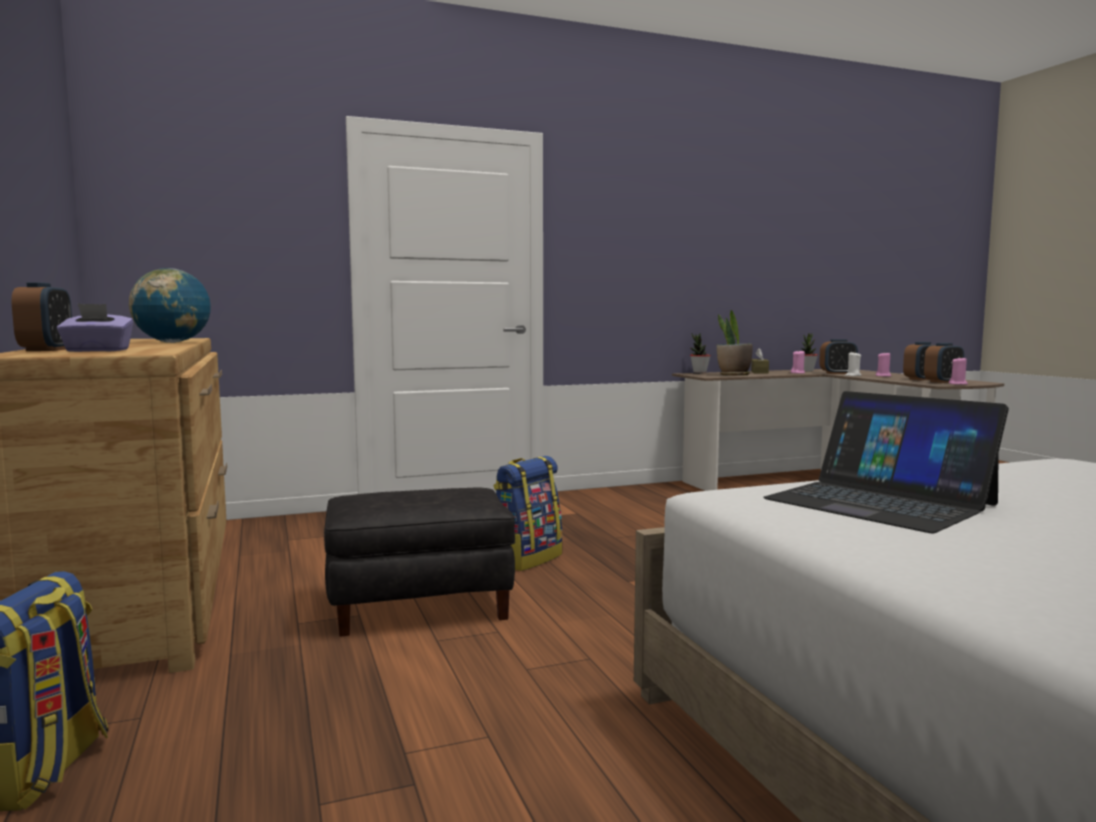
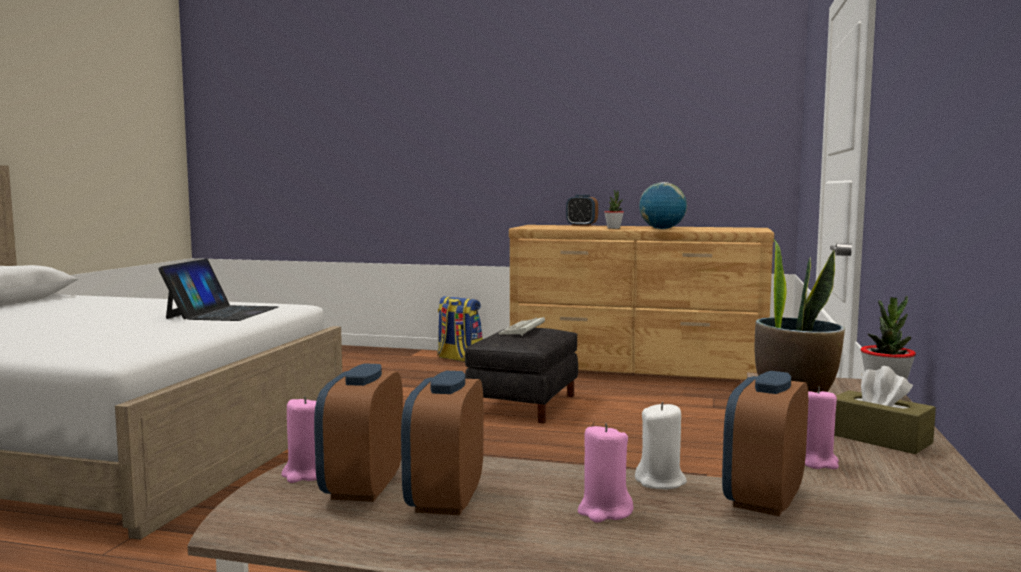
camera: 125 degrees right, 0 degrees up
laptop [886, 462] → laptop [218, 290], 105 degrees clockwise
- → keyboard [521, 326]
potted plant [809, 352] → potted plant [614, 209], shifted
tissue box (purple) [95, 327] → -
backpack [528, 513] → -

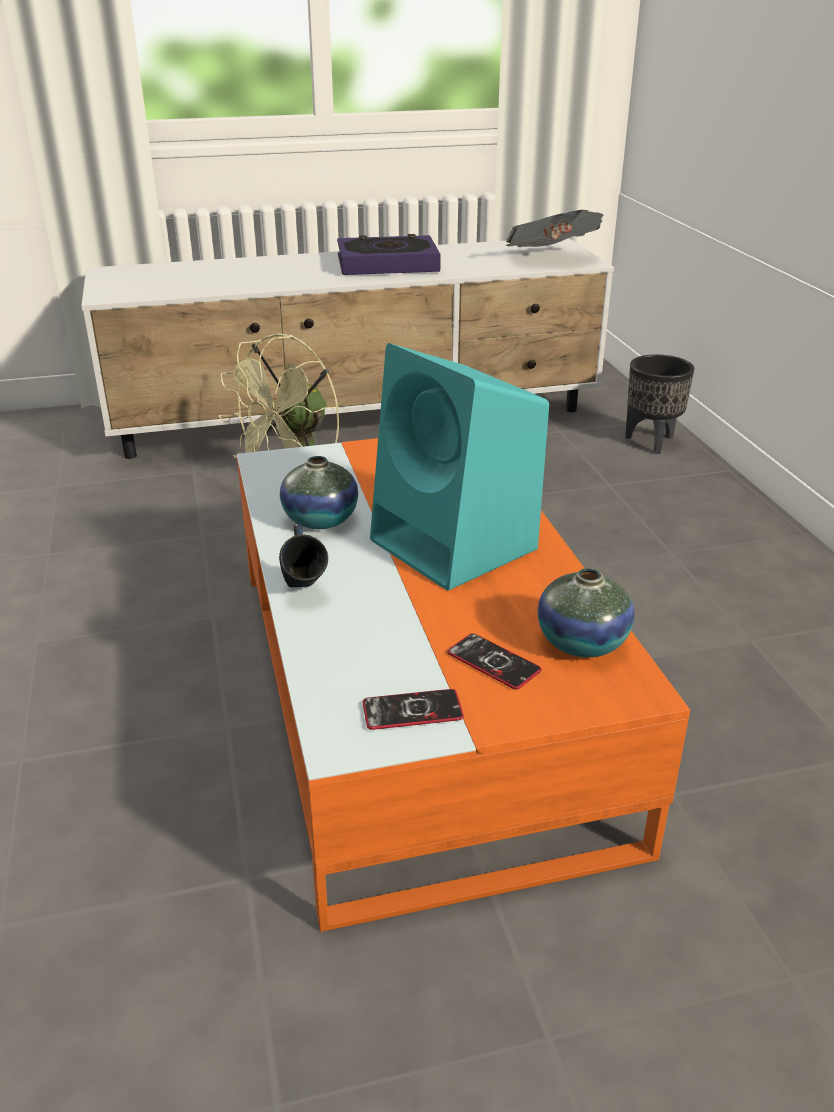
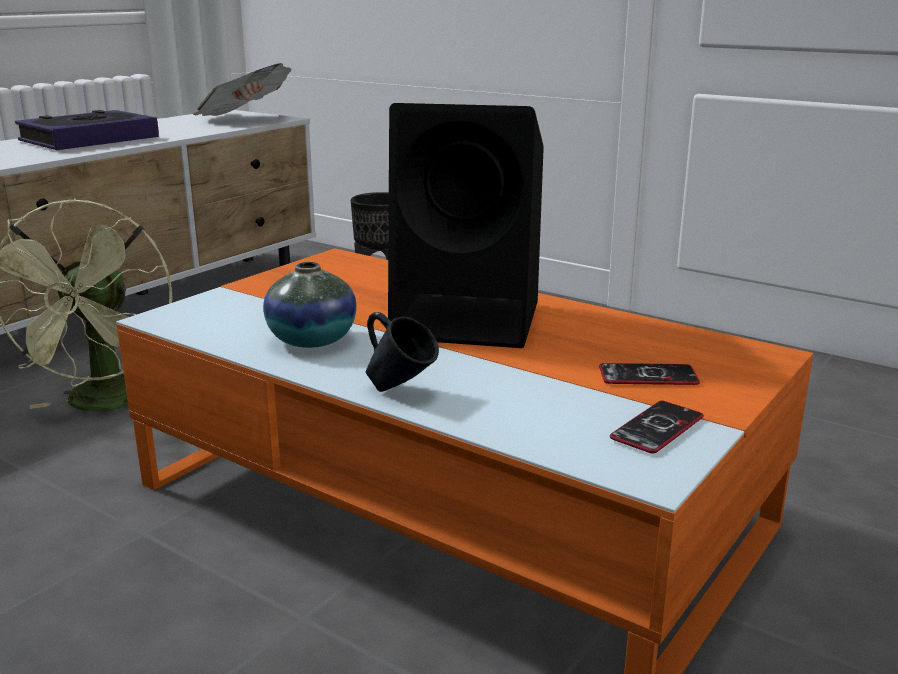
camera: 40 degrees left, 10 degrees down
speaker (turquoise) [459, 467] → speaker (black) [466, 225]
vase [586, 612] → -

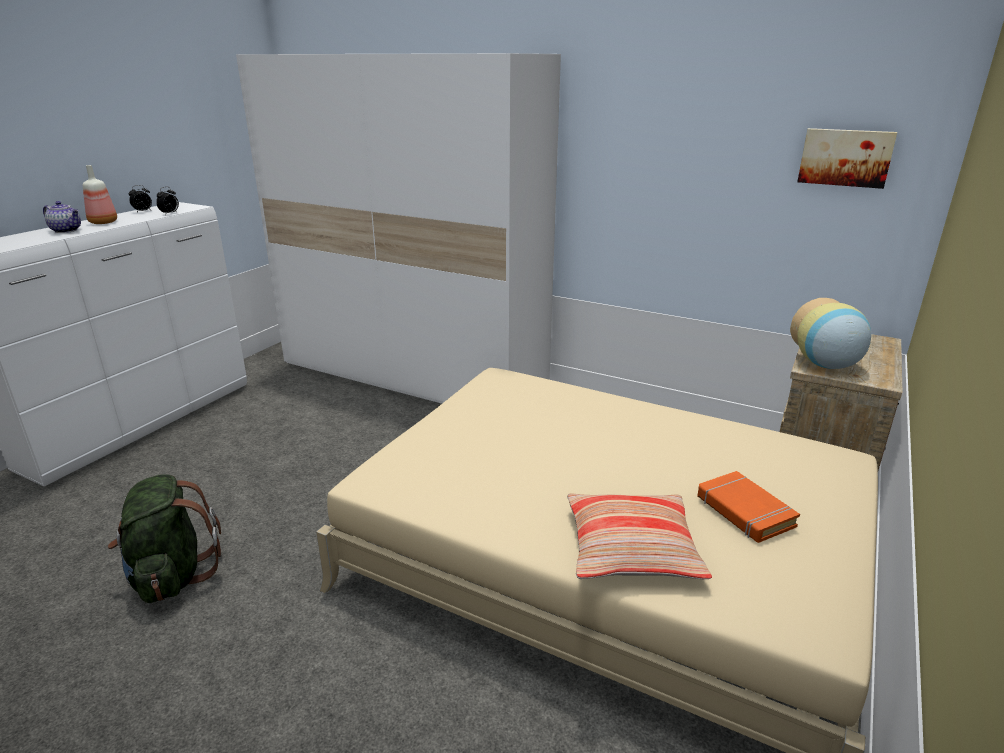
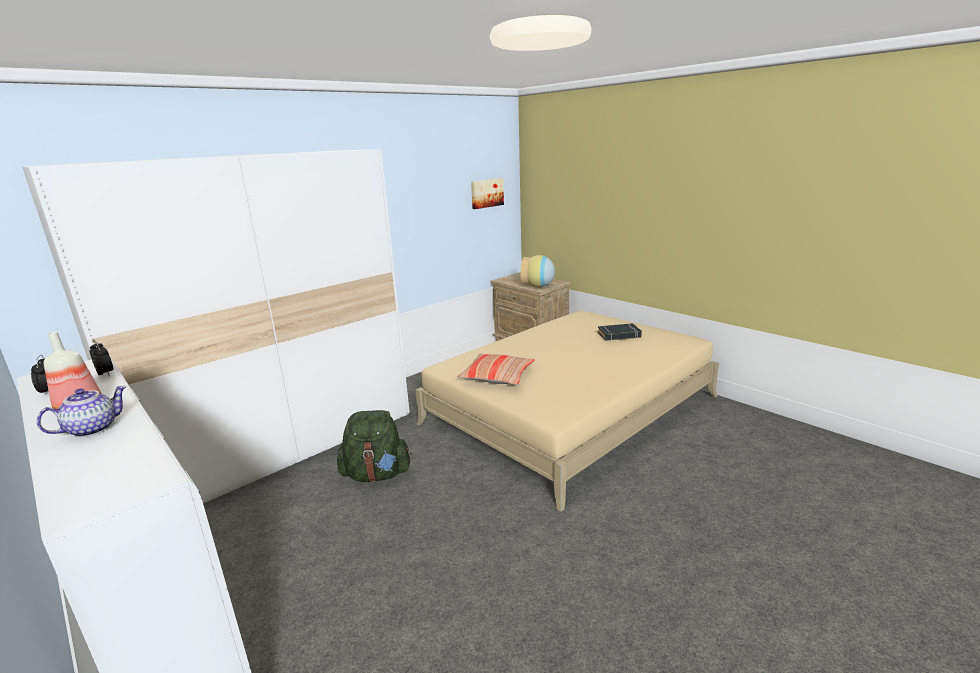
camera: 70 degrees left, 5 degrees down
backpack (green) [164, 538] → backpack (green) [374, 446], shifted
pillow [639, 536] → pillow [496, 369], shifted
book (orange) [748, 507] → book (black) [620, 332]

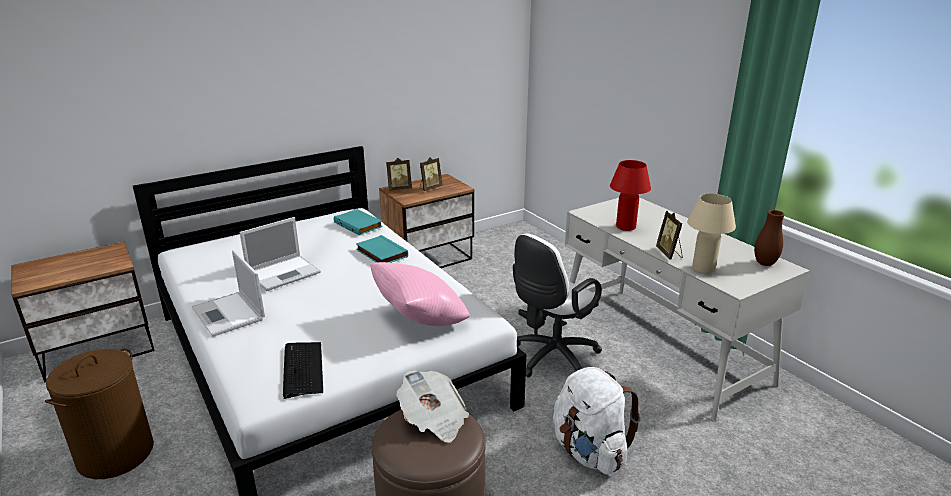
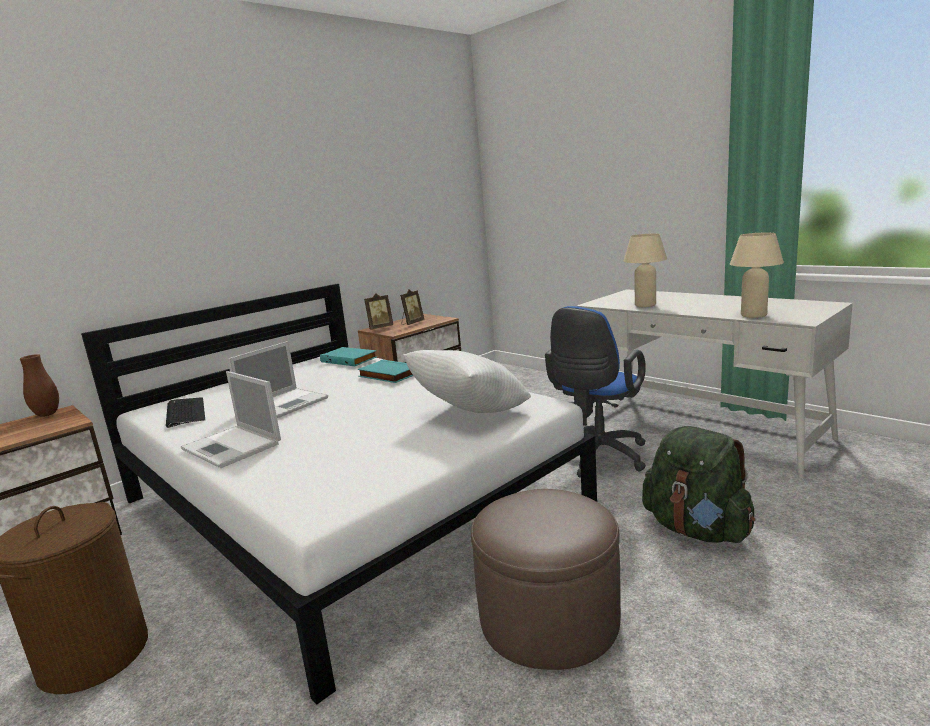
camera: 10 degrees left, 10 degrees down
vase (brown) [769, 238] → vase (brown) [39, 385], shifted
keyboard [303, 370] → keyboard [185, 412], shifted
pillow (pink) [420, 294] → pillow (white) [467, 381]
office chair (white) [557, 306] → office chair (blue) [595, 392]
table lamp (red) [630, 195] → table lamp (beige) [645, 270]
backpack (white) [597, 421] → backpack (green) [698, 484]
newspaper [432, 406] → -
picture frame [669, 235] → -

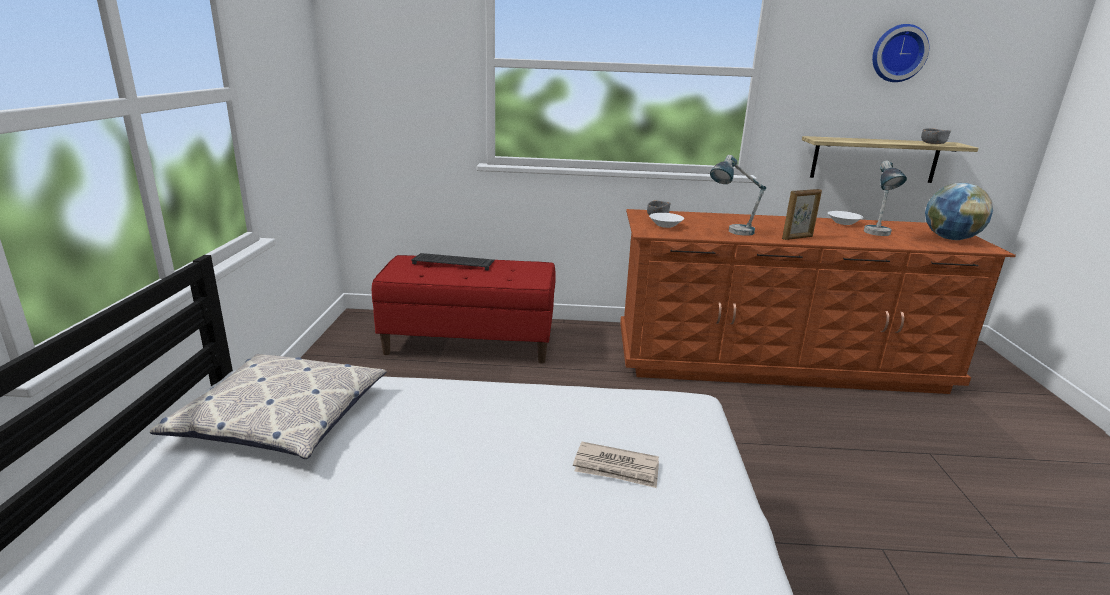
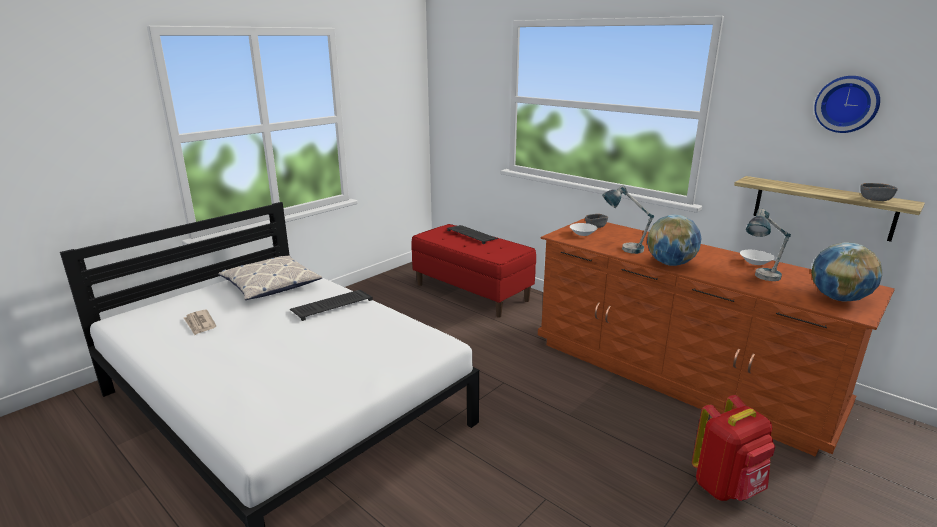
camera: 40 degrees right, 0 degrees up
newspaper [616, 465] → newspaper [200, 322], shifted
- → keyboard [331, 305]
picture frame [802, 214] → globe [674, 240]
- → backpack (red) [733, 448]

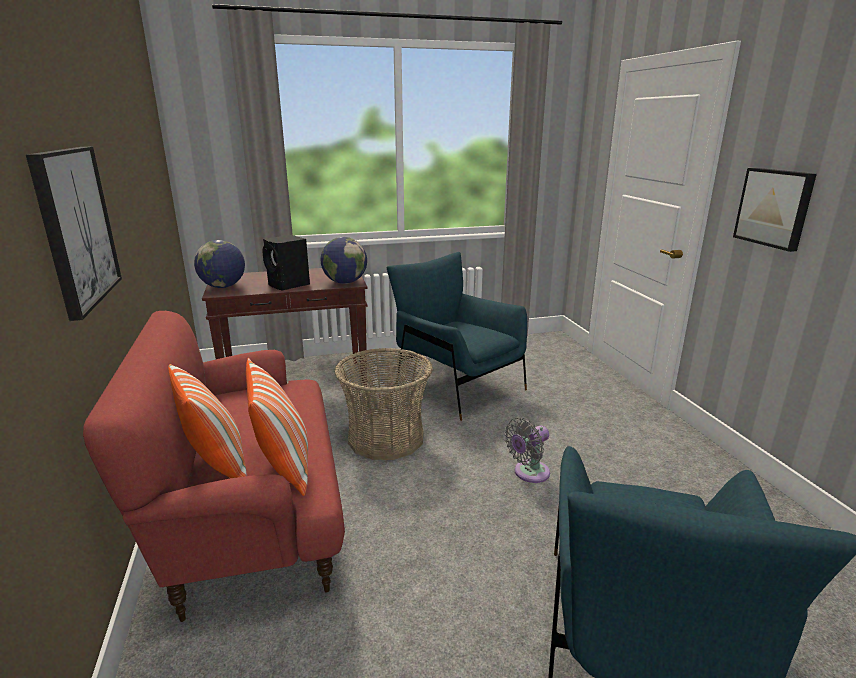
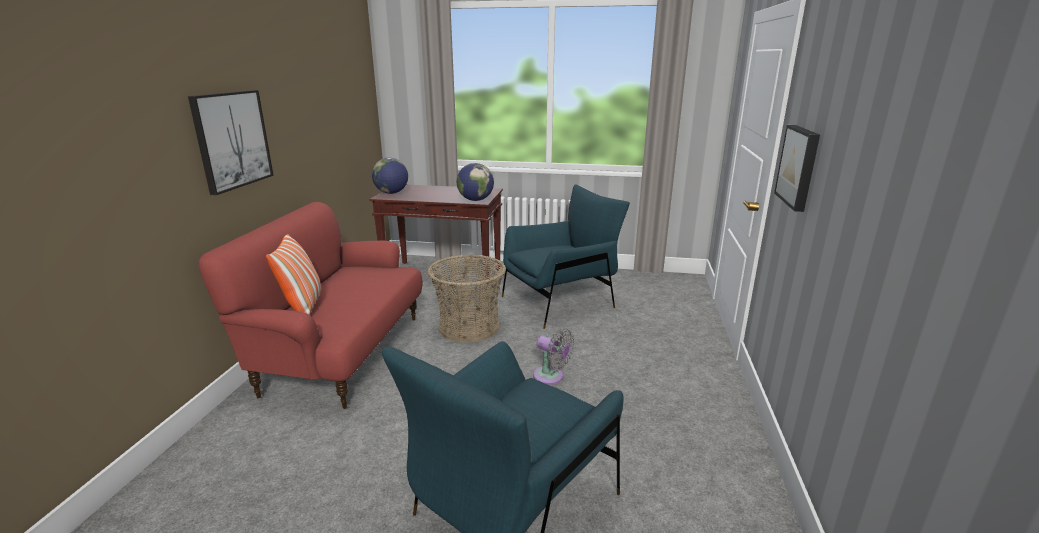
camera: 25 degrees right, 0 degrees up
armchair (blue) [457, 336] → armchair (blue) [566, 256], 75 degrees clockwise
fan (grey) [527, 450] → fan (grey) [553, 356], 135 degrees counterclockwise
pillow [277, 427] → -
speaker (black) [286, 263] → -

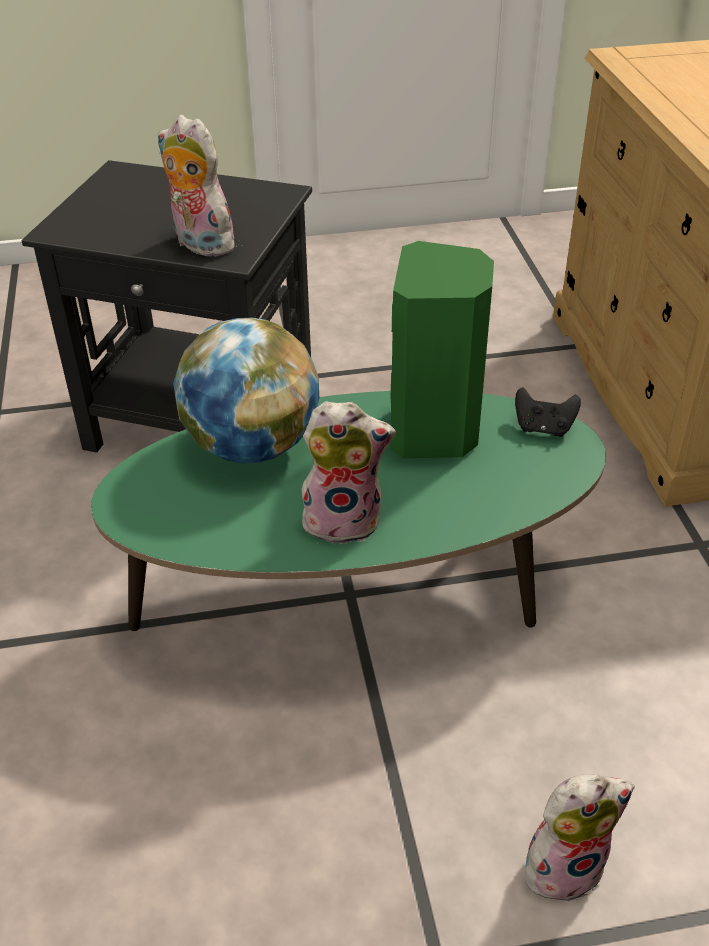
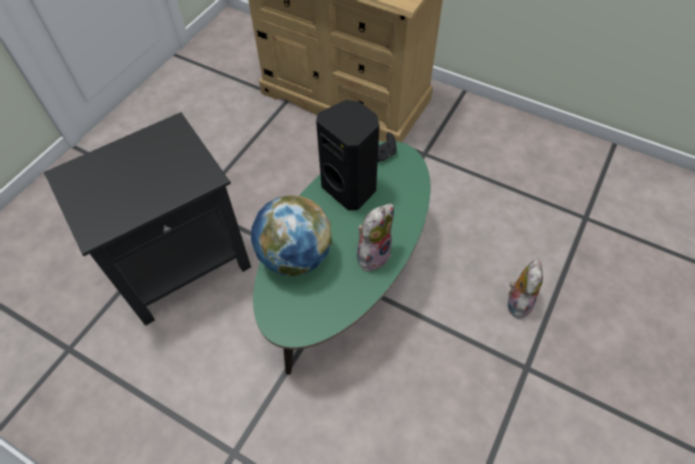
camera: 50 degrees left, 15 degrees up
speaker (green) [442, 349] → speaker (black) [347, 155]
plush toy [199, 185] → -

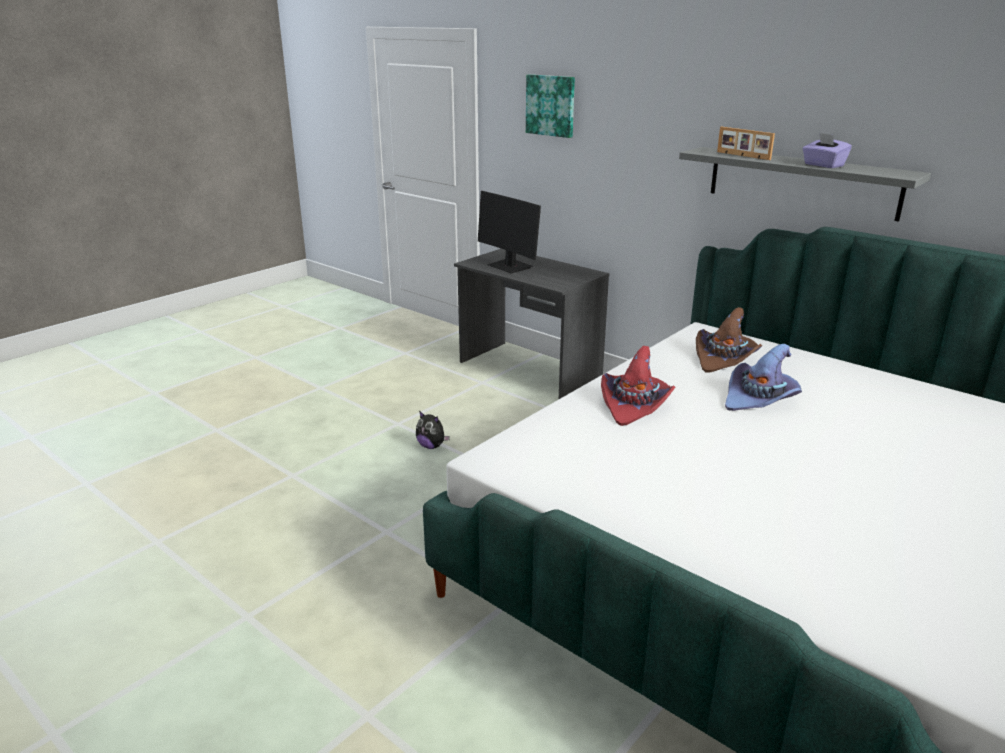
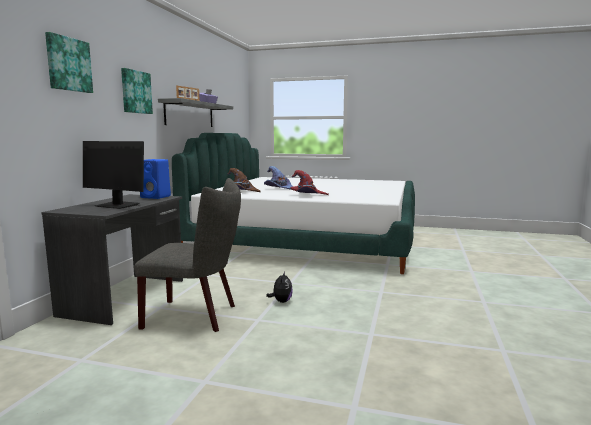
camera: 115 degrees left, 15 degrees down
monitor [509, 232] → monitor [113, 175], 90 degrees clockwise
- → picture [137, 91]
- → chair (grey) [187, 255]
- → speaker (blue) [155, 179]

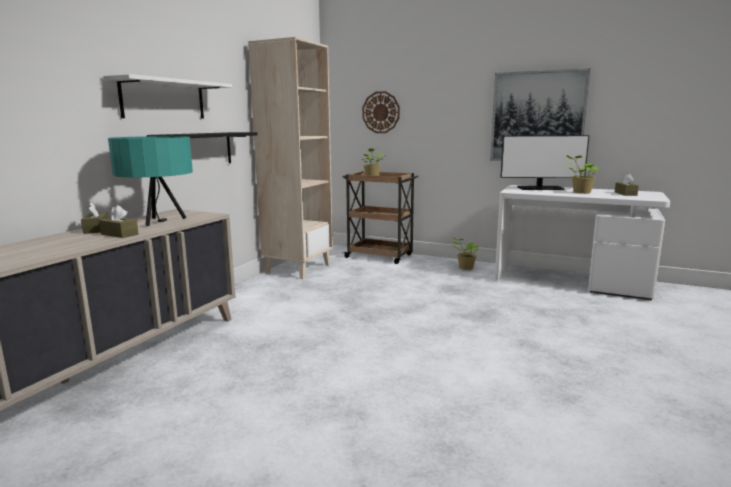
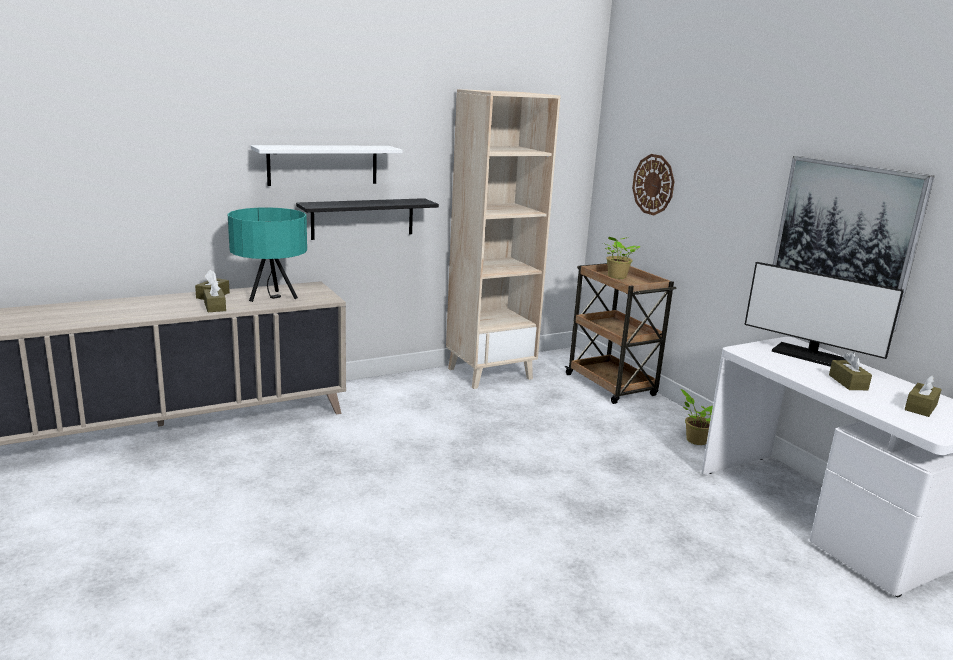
camera: 35 degrees right, 5 degrees up
potted plant [582, 174] → tissue box (brown) [850, 371]

